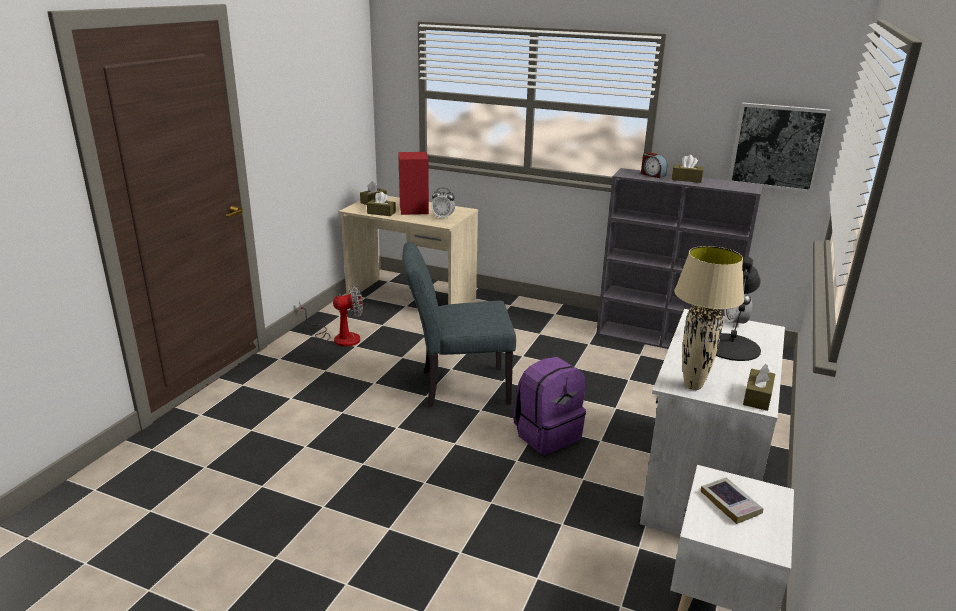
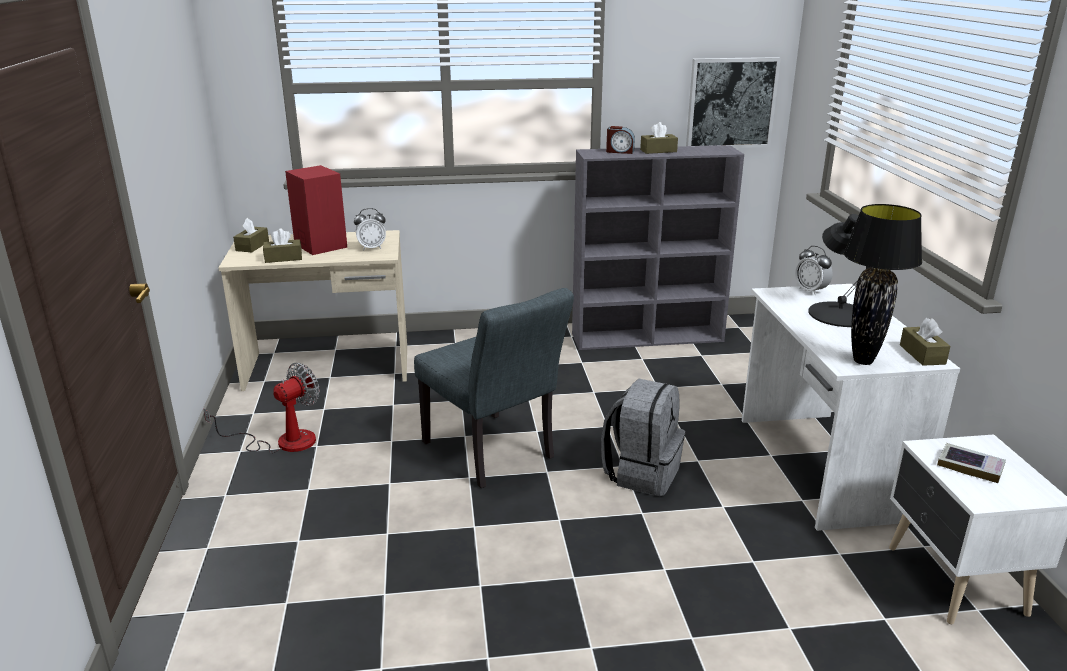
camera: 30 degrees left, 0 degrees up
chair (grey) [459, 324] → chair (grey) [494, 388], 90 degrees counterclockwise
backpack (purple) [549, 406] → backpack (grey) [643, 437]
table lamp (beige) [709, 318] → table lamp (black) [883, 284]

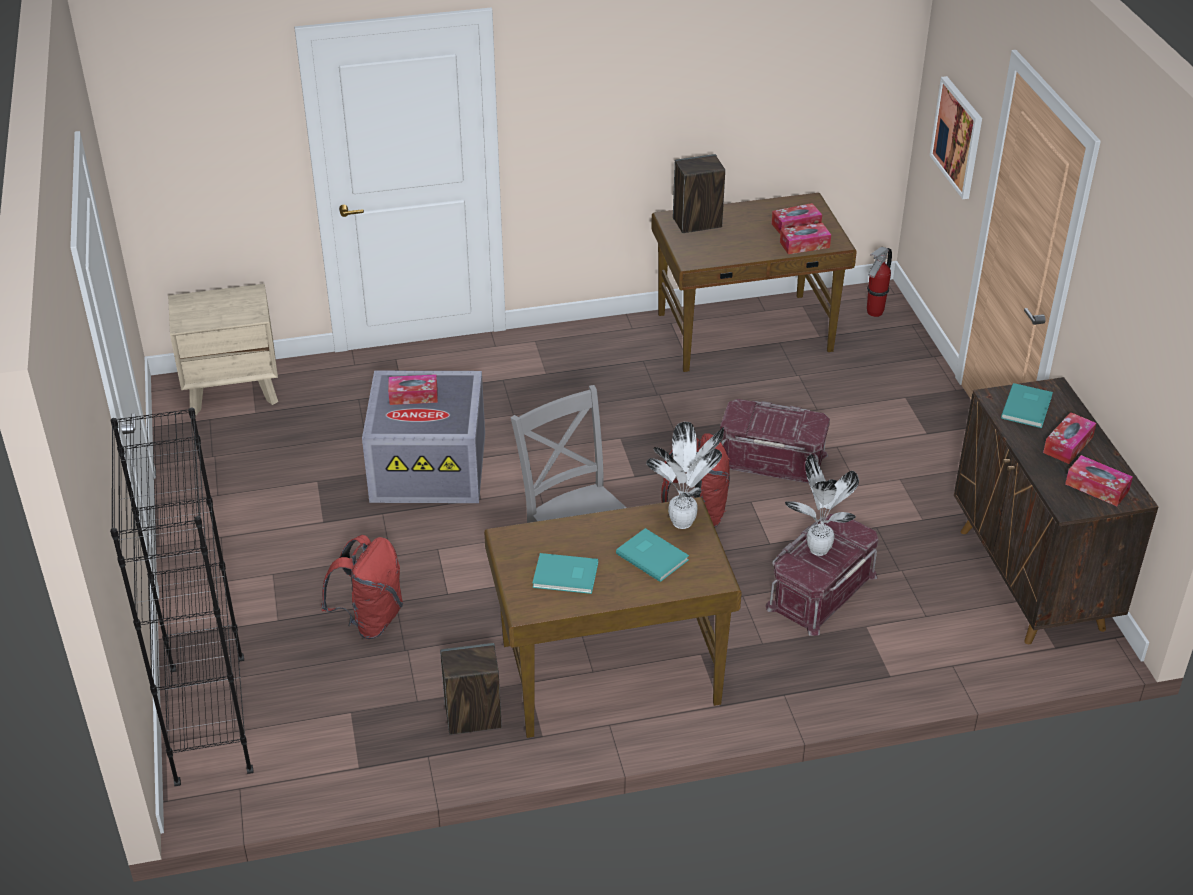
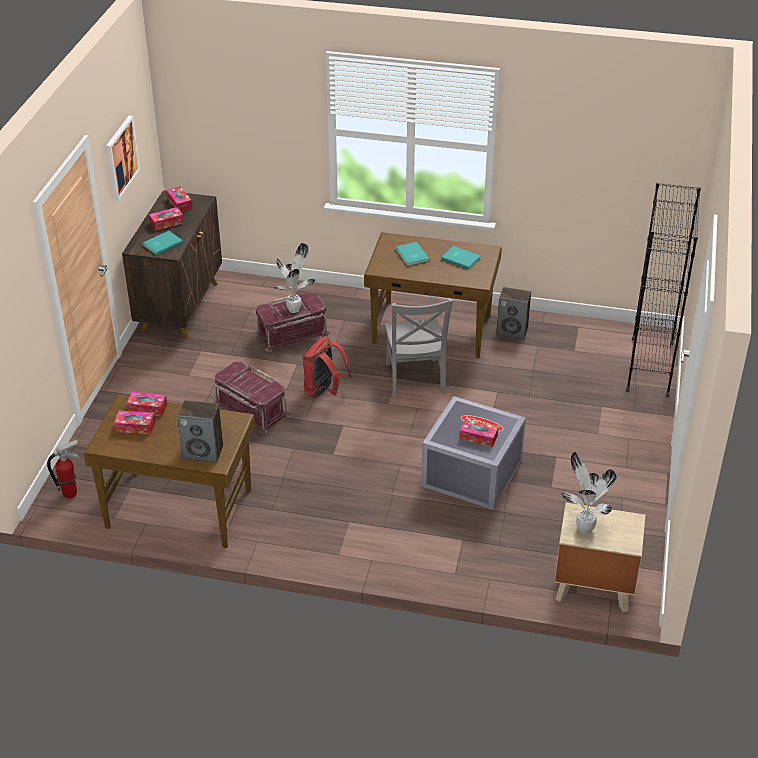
camera: 155 degrees left, 0 degrees up
picture [956, 137] → picture [123, 158], shifted
potted plant [685, 475] → potted plant [589, 493], shifted
backpack (red) [362, 587] → -

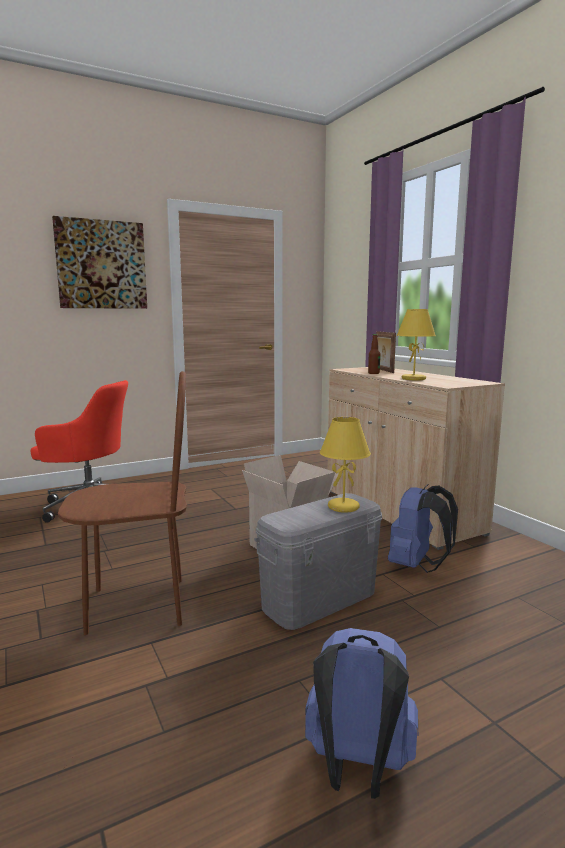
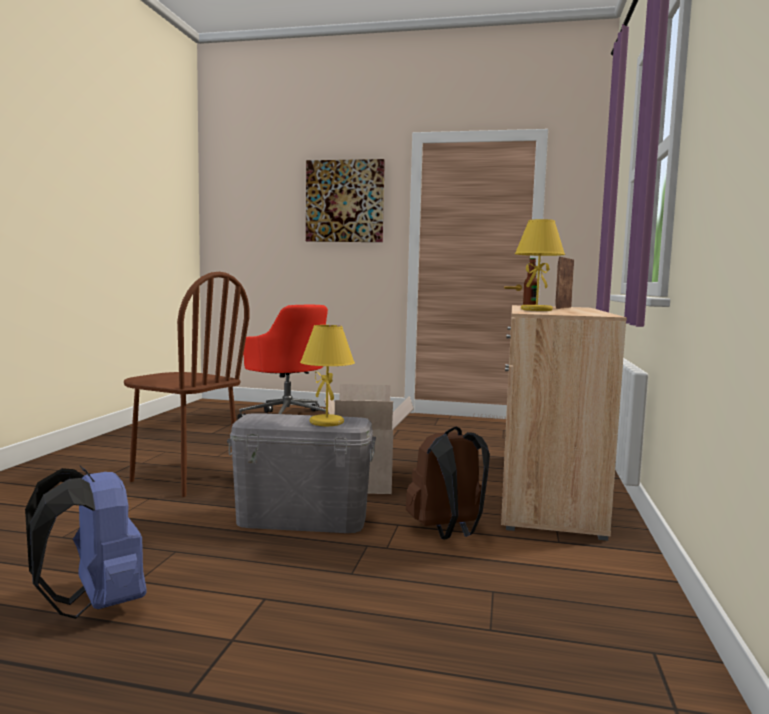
camera: 40 degrees right, 5 degrees down
backpack (blue) [423, 528] → backpack (brown) [448, 483]

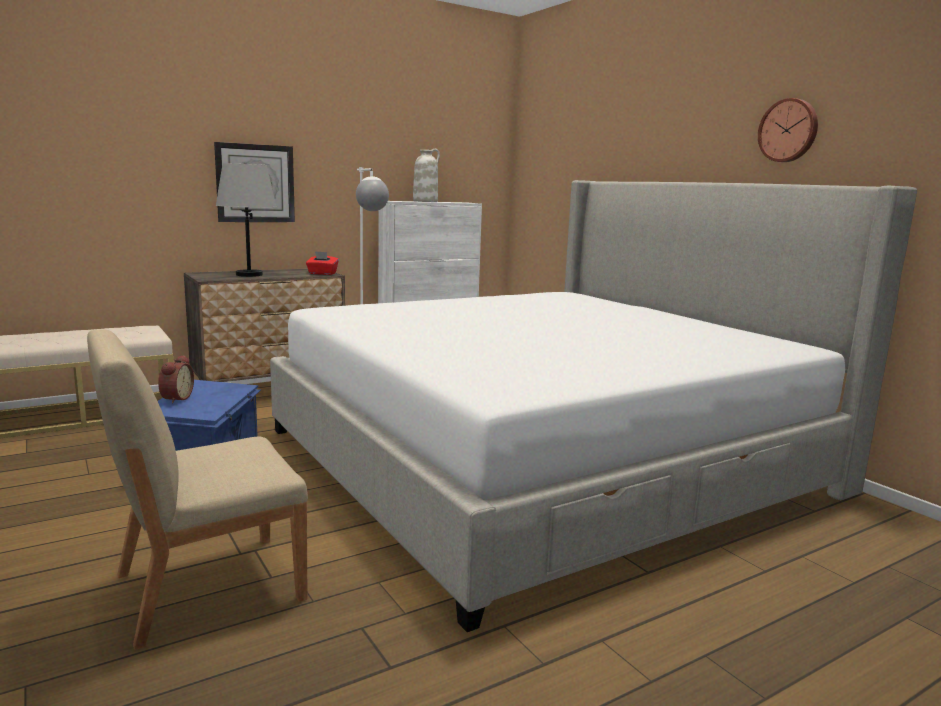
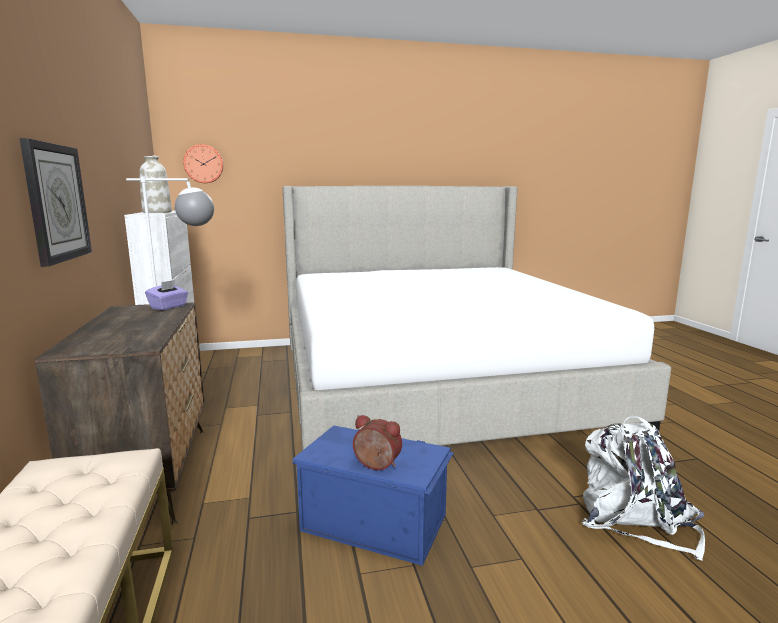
camera: 70 degrees left, 0 degrees up
tissue box (red) [322, 263] → tissue box (purple) [167, 295]
wall clock [788, 130] → wall clock [203, 163], shifted
chair (beige) [197, 490] → backpack (white) [643, 488]
table lamp (grey) [246, 220] → -

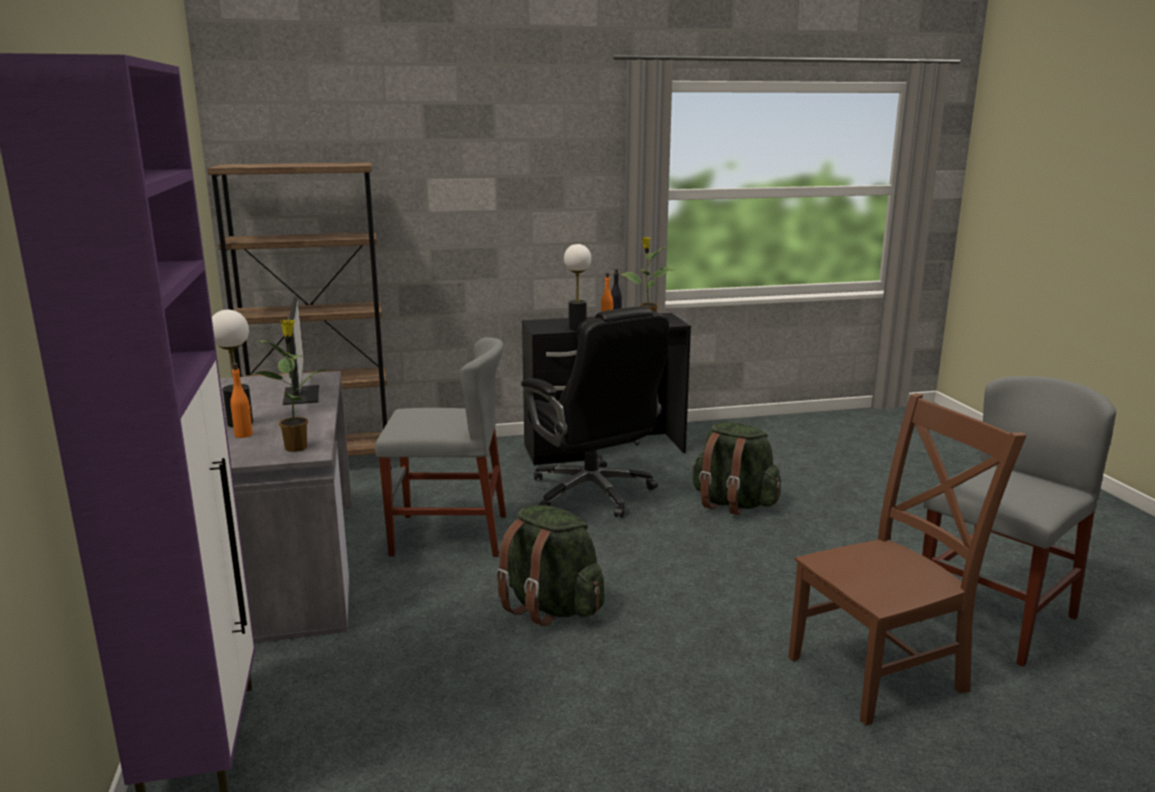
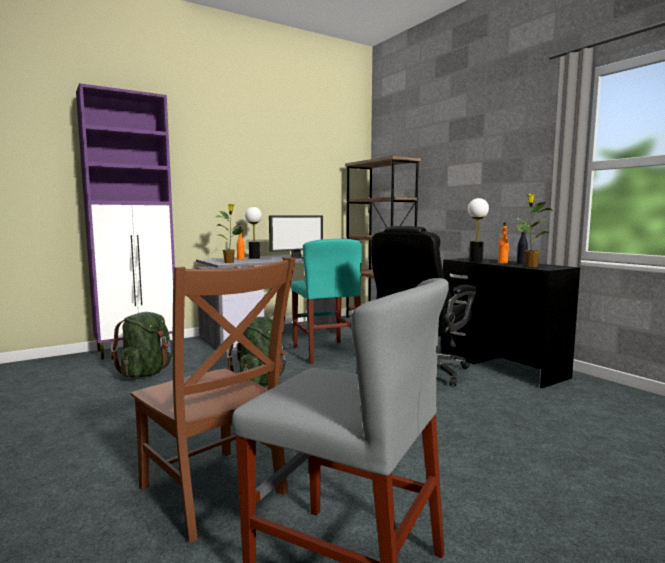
camera: 70 degrees right, 10 degrees down
backpack (green) [737, 468] → backpack (green) [141, 344], shifted
chair (grey) [440, 447] → chair (turquoise) [326, 301]

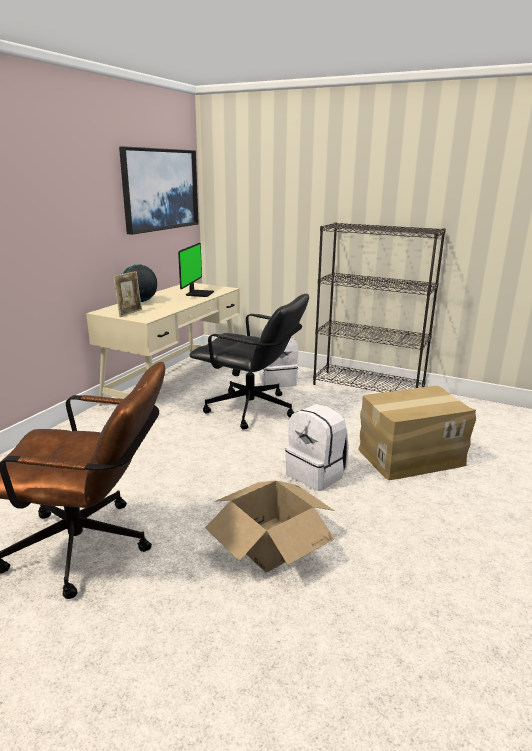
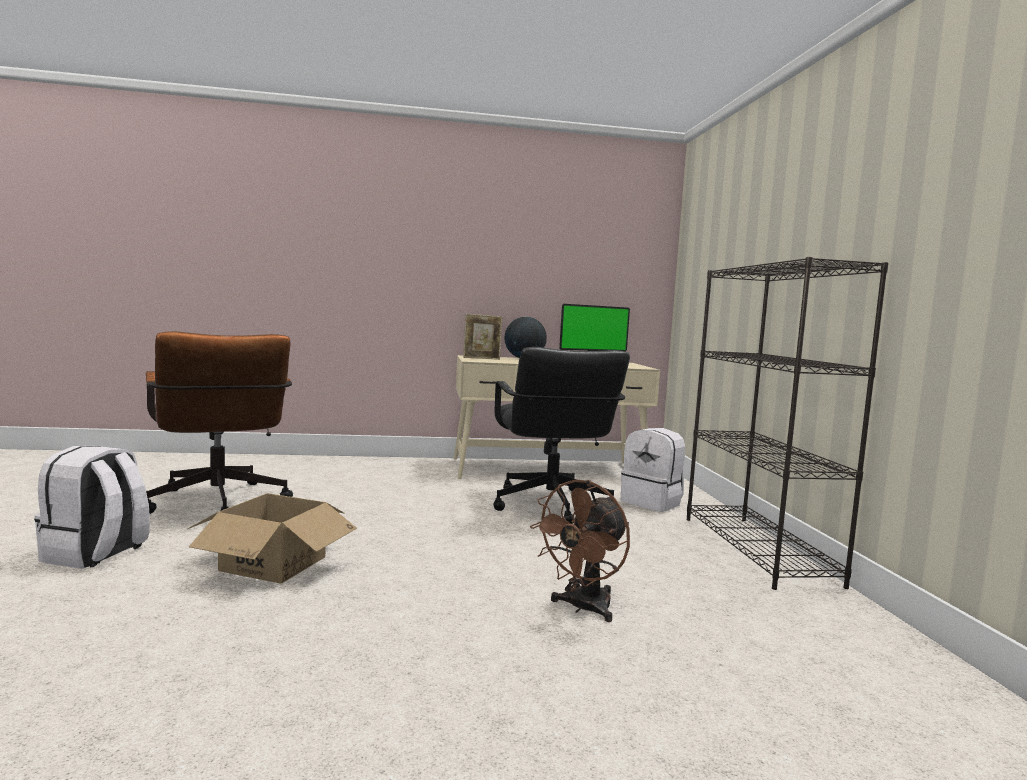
camera: 55 degrees right, 15 degrees down
backpack (white) [316, 447] → backpack (white) [92, 507], shifted
cardboard box [417, 433] → fan (brown) [580, 550]
picture [159, 190] → -

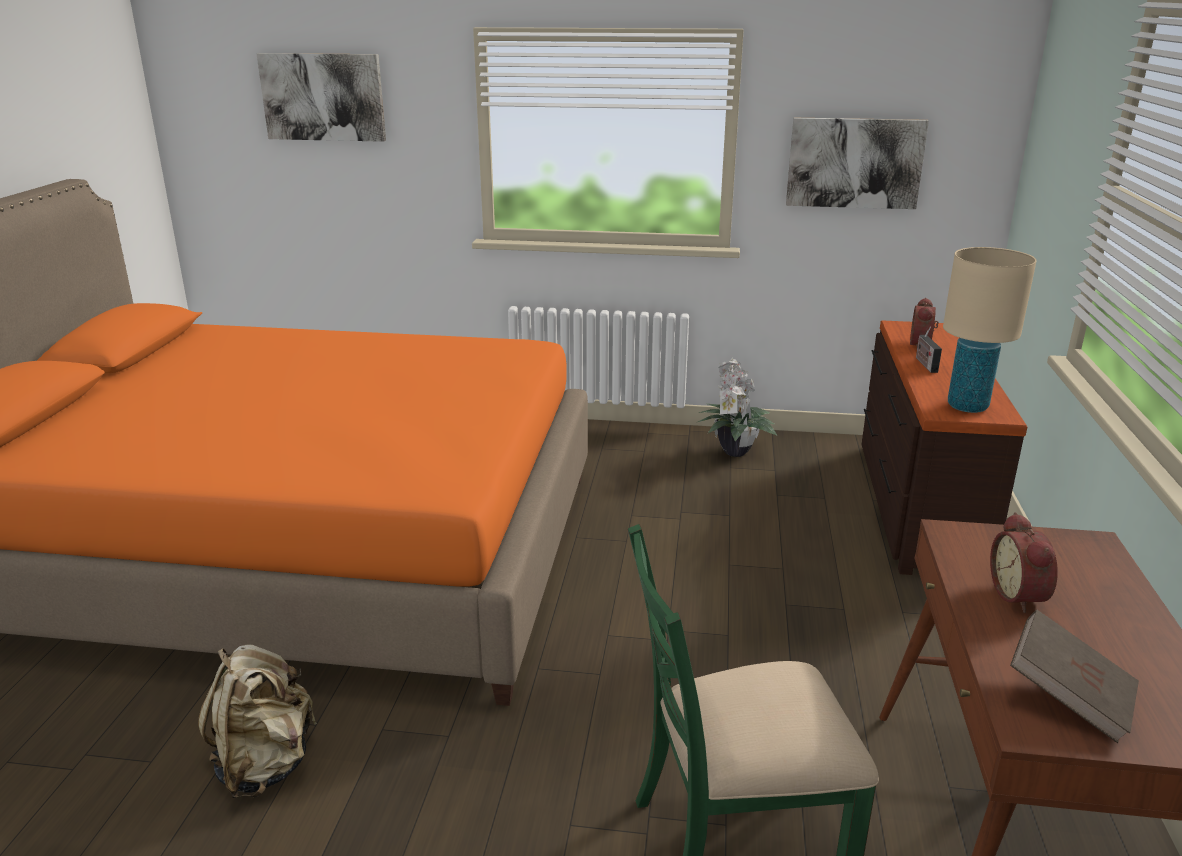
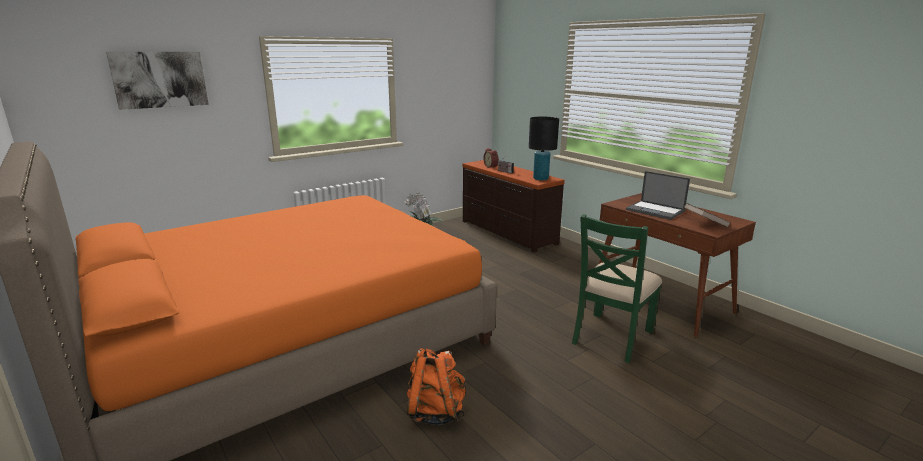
camera: 45 degrees left, 5 degrees down
backpack (beige) [257, 721] → backpack (orange) [436, 386]
table lamp (beige) [990, 330] → table lamp (black) [544, 149]
alarm clock [1024, 562] → laptop [658, 195]
picture [857, 163] → -

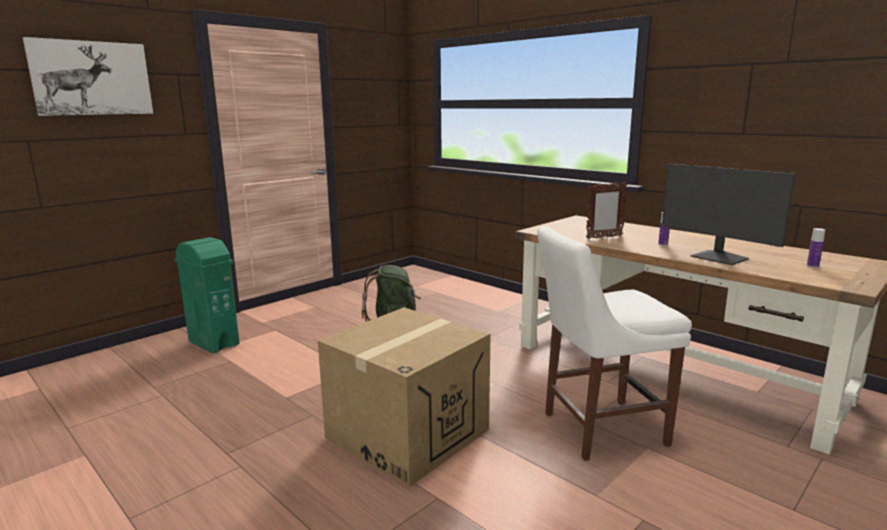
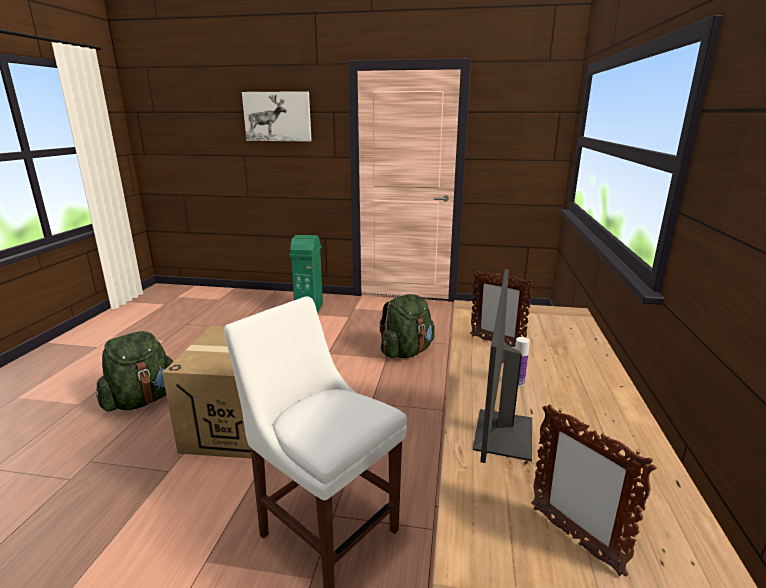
camera: 55 degrees right, 5 degrees up
- → backpack (green) [134, 371]
bottle [816, 248] → picture frame [594, 490]

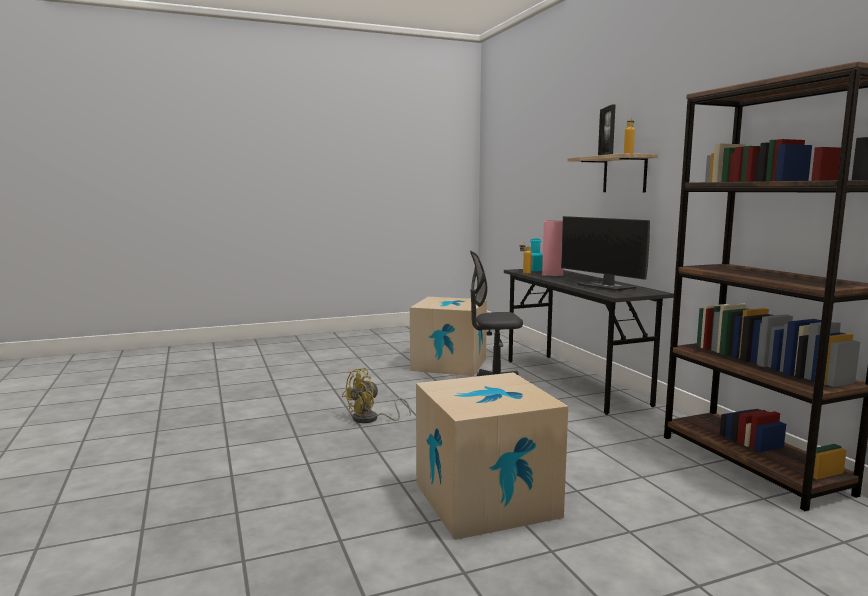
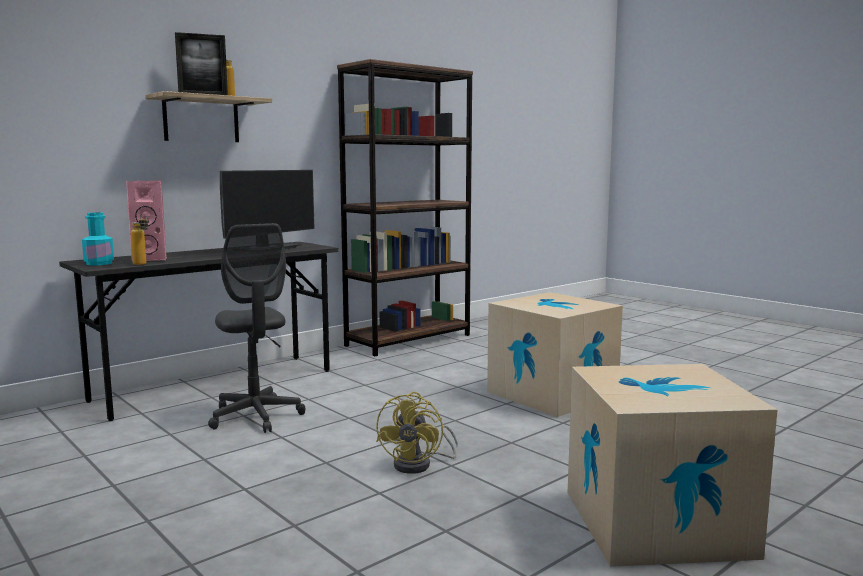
camera: 110 degrees left, 0 degrees up
fan (yellow) [376, 395] → fan (yellow) [417, 433], 75 degrees clockwise
cardboard box [448, 336] → cardboard box [672, 465], shifted

